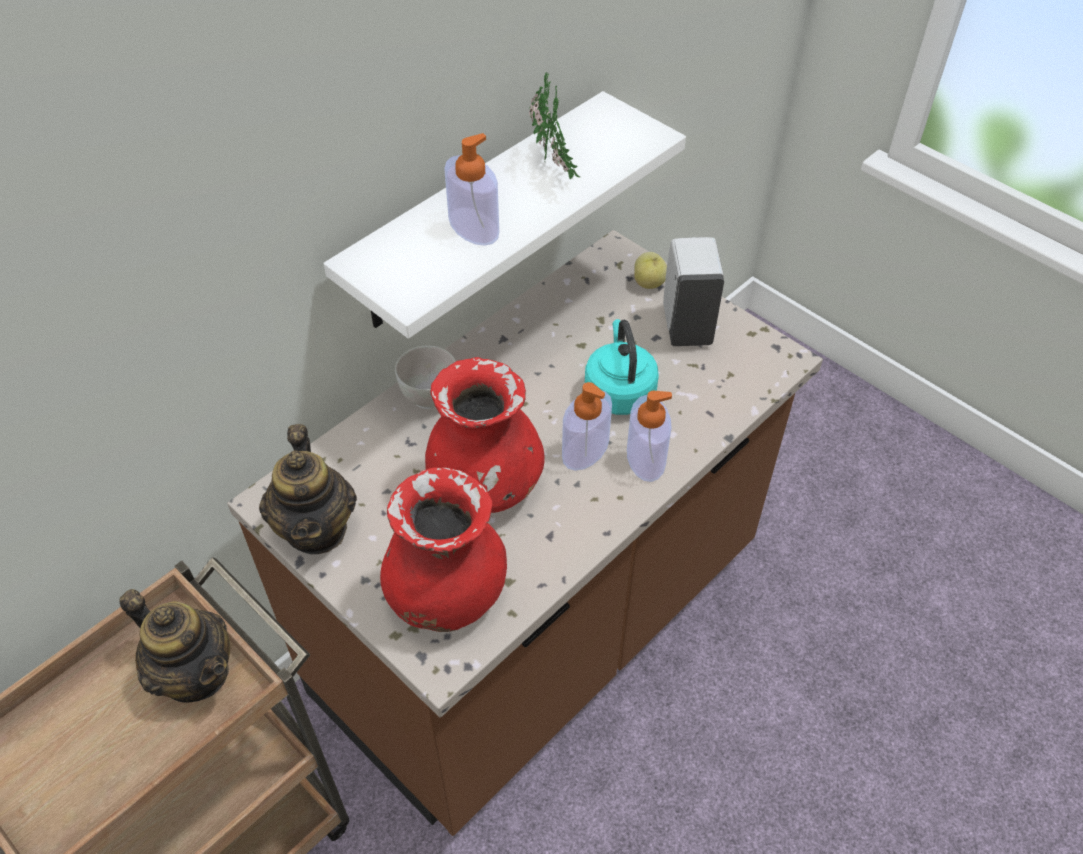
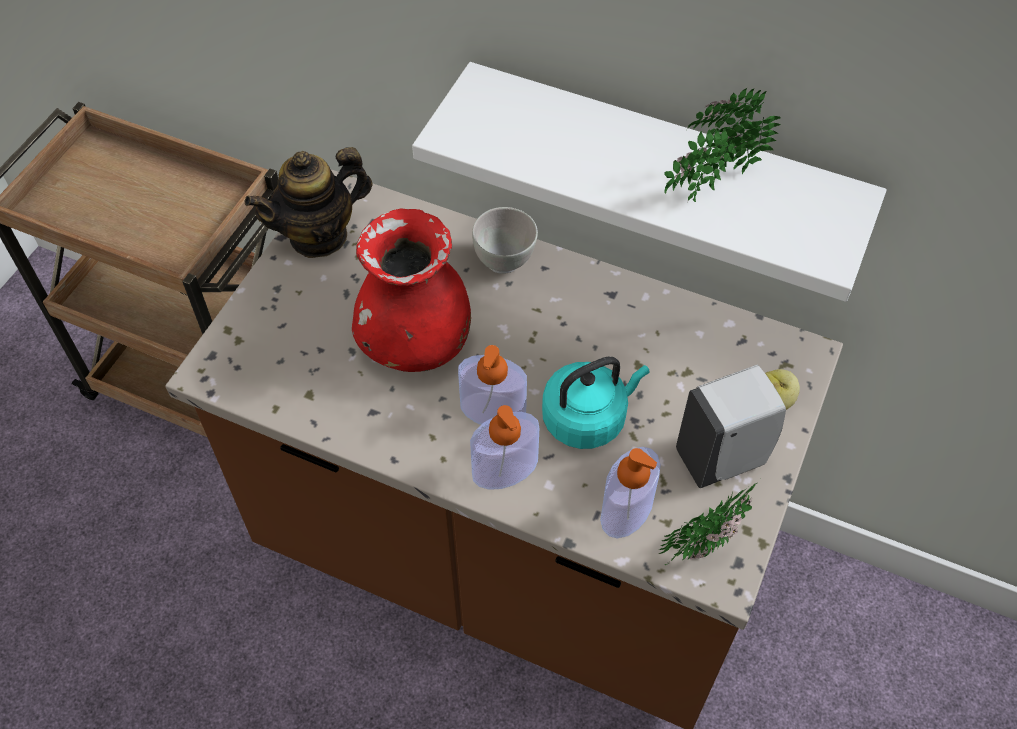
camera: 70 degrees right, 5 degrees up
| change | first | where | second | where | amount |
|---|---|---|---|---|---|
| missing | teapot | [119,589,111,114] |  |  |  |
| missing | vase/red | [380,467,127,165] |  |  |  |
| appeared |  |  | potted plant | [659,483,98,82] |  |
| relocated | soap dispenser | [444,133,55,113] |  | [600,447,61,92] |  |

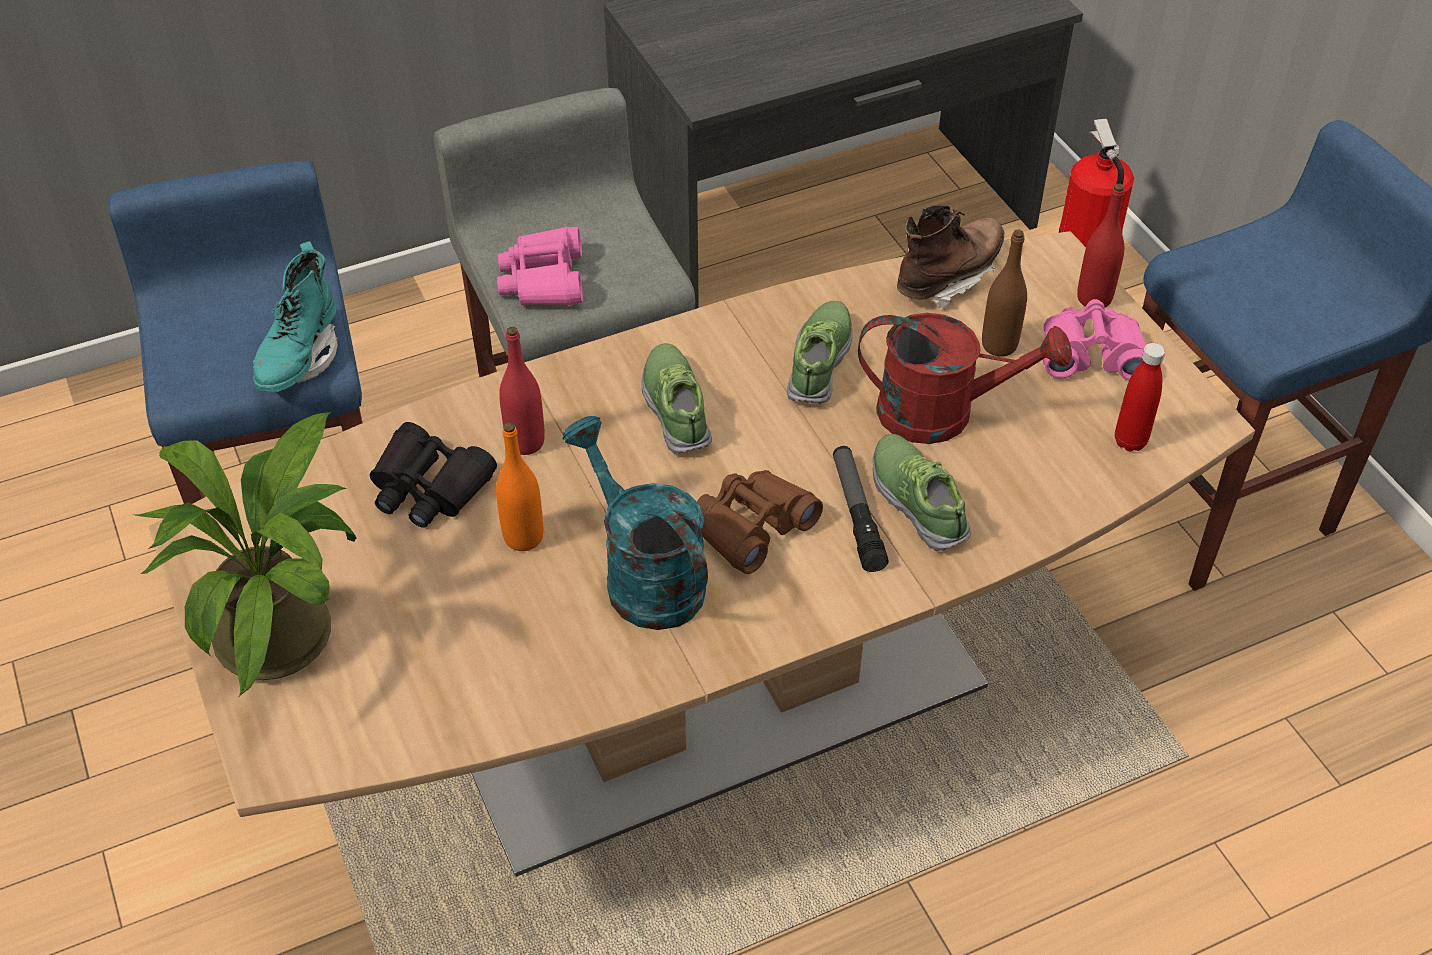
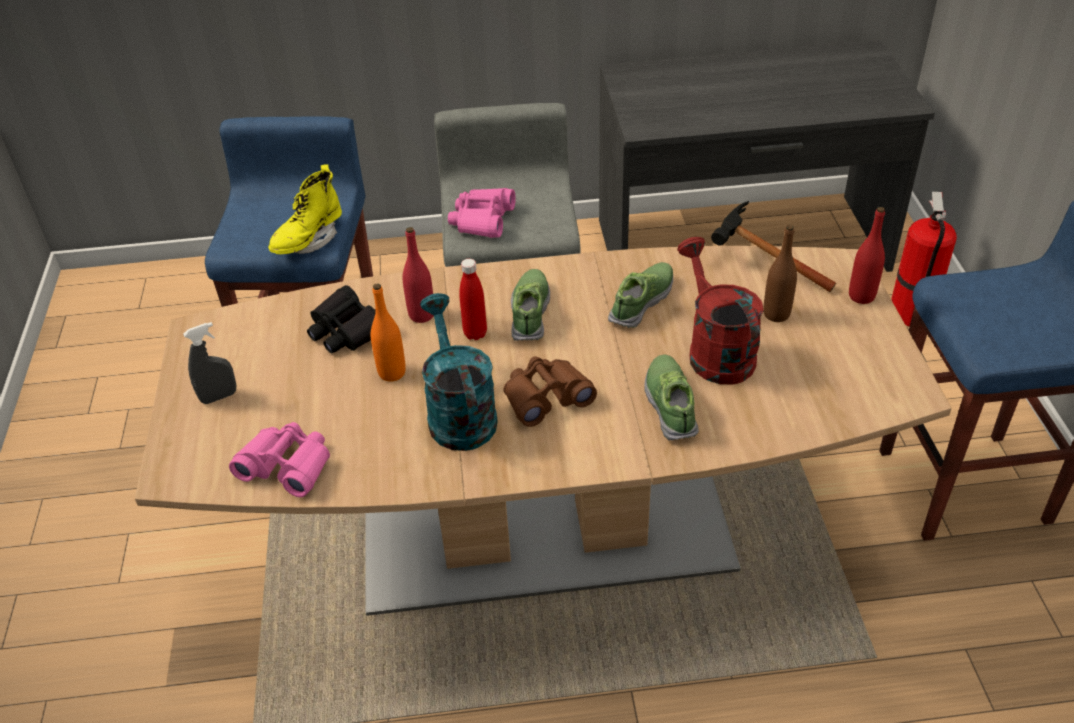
camera: 20 degrees right, 5 degrees down
| change | first | where | second | where | amount |
|---|---|---|---|---|---|
| missing | flashlight | [833,446,56,126] |  |  |  |
| relocated | binoculars/pink | [1043,299,104,82] |  | [229,422,101,75] |  |
| relocated | bottle/red | [1115,343,50,108] |  | [459,259,28,81] |  |
| exchanged | potted plant | [135,412,221,285] | spray bottle/grey | [183,322,53,82] |  |
| exchanged | boot/brown | [897,205,107,105] | hammer | [711,201,125,91] |  |
| colour | boot/turquoise | [253,241,85,151] | boot/yellow | [268,164,74,90] |  |
| spun | watering can/red | [858,313,214,131] |  | [677,237,87,148] | 135 degrees counterclockwise |

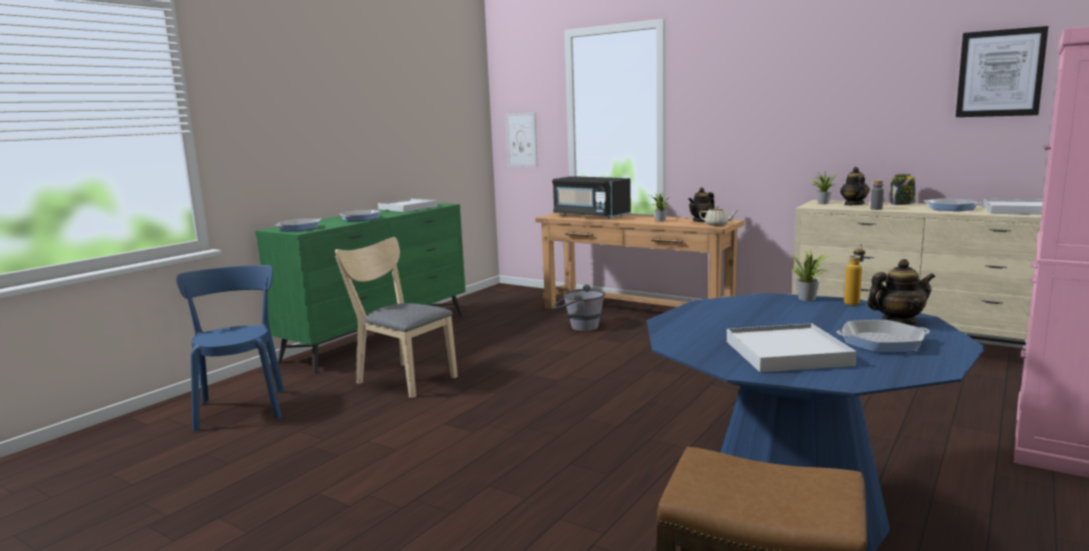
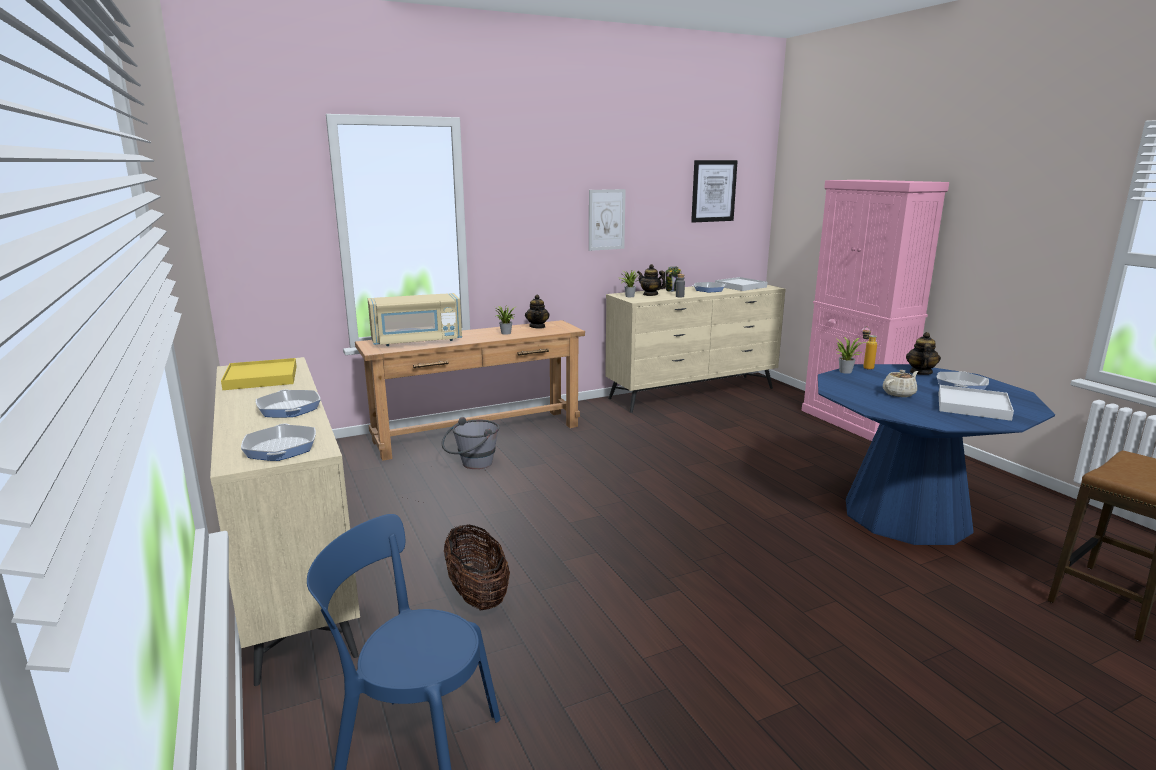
camera: 60 degrees left, 5 degrees up
| change | first | where | second | where | amount |
|---|---|---|---|---|---|
| relocated | picture | [505,112,33,55] |  | [589,189,37,62] |  |
| relocated | teapot/beige | [699,206,39,20] |  | [883,370,35,27] |  |
| exchanged | chair/beige | [335,237,123,161] | basket | [444,525,66,86] |  |
| colour | dresser/green | [255,203,210,170] | dresser/beige | [210,357,150,329] |  |
| colour | tray/white | [378,198,59,14] | tray/yellow | [221,358,76,32] |  |
| colour | microwave/black | [552,176,79,43] | microwave/beige | [368,293,94,53] |  |

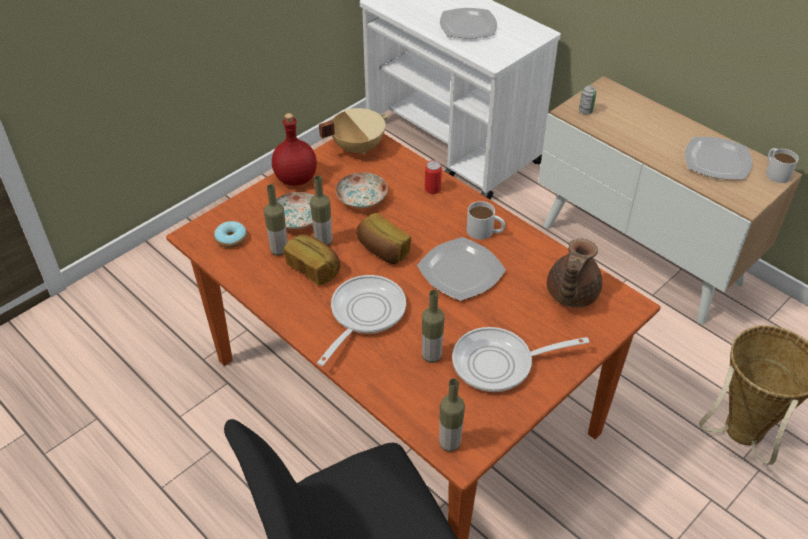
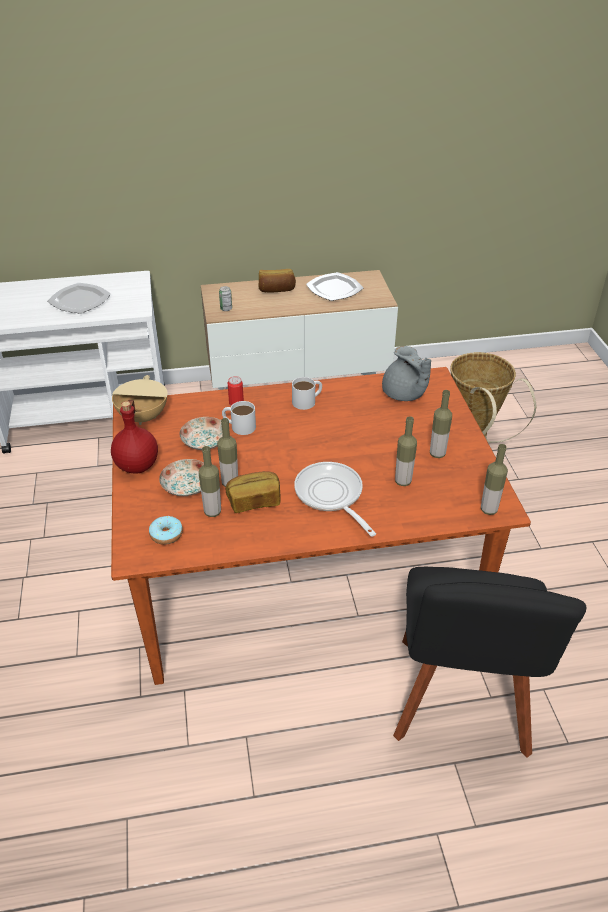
camera: 55 degrees left, 5 degrees down
| change | first | where | second | where | amount |
|---|---|---|---|---|---|
| missing | plate | [417,237,89,64] |  |  |  |
| relocated | bread | [356,213,55,51] |  | [258,269,38,23] |  |
| relocated | mug/white | [766,148,33,35] |  | [222,401,34,34] |  |
| exchanged | frying pan | [452,327,137,65] | bottle | [430,390,22,68] |  |
| colour | teapot/brown | [547,238,55,69] | teapot/grey | [382,346,49,55] |  |

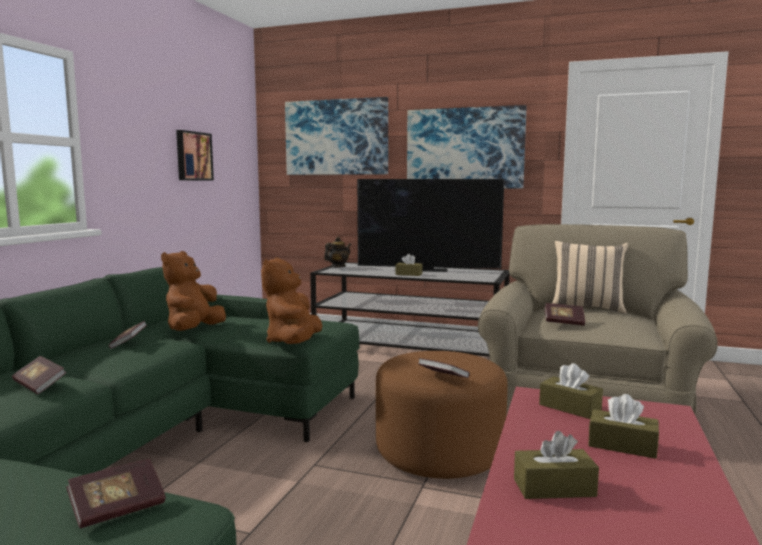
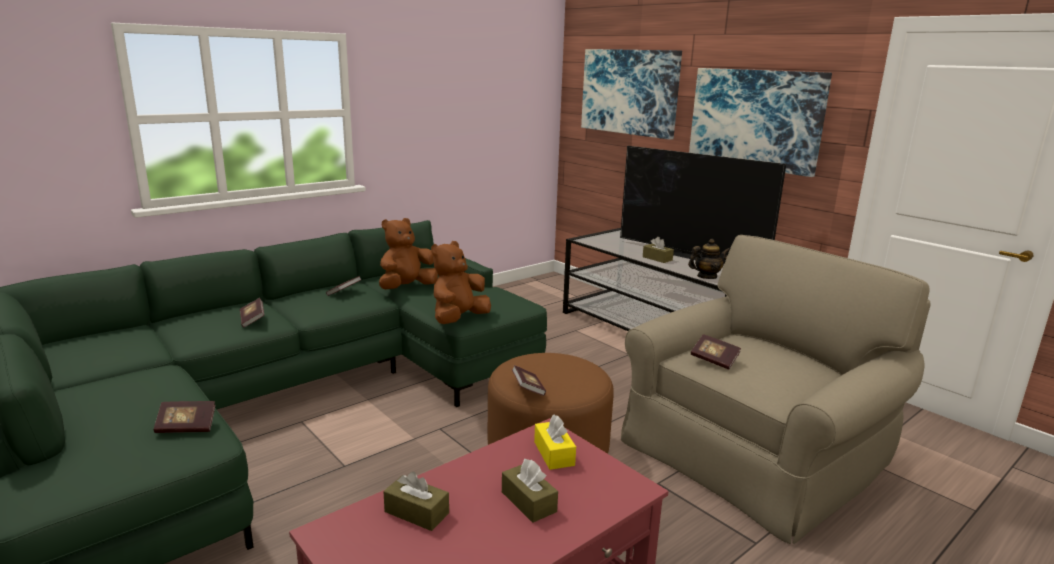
camera: 30 degrees right, 10 degrees up
| change | first | where | second | where | amount |
|---|---|---|---|---|---|
| missing | picture | [176,130,38,51] |  |  |  |
| missing | pillow/beige | [552,241,76,73] |  |  |  |
| relocated | teapot | [324,236,27,32] |  | [688,239,42,40] |  |
| colour | tissue box/brown | [539,363,64,56] | tissue box/yellow | [534,414,42,56] |  |

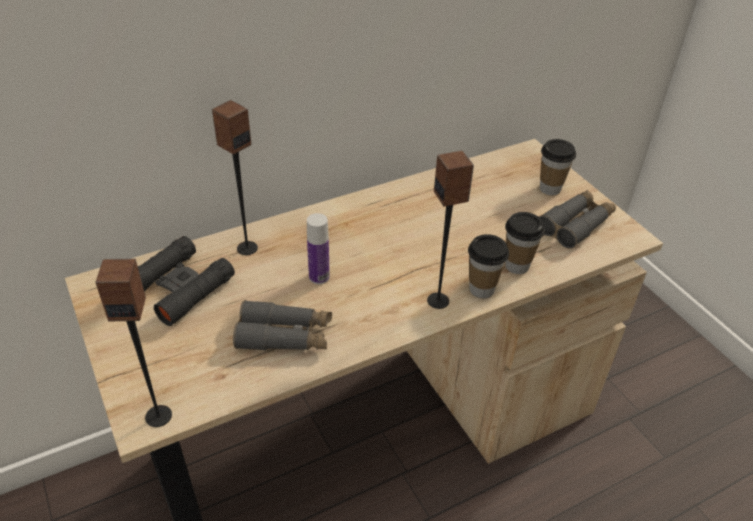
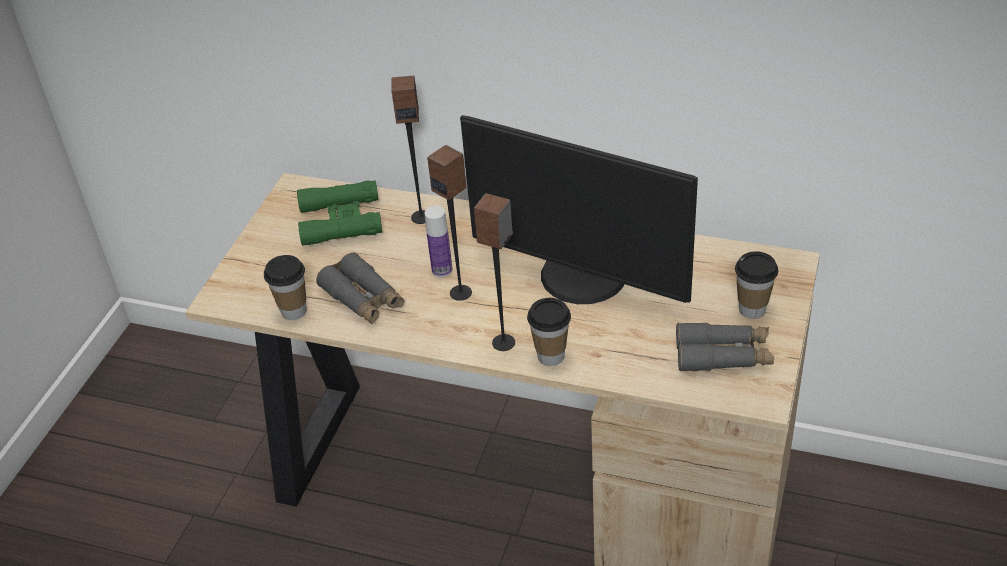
camera: 50 degrees right, 0 degrees up
| change | first | where | second | where | amount |
|---|---|---|---|---|---|
| appeared |  |  | monitor | [460,115,238,189] |  |
| relocated | speaker | [96,258,76,169] |  | [427,145,45,156] |  |
| relocated | cup | [505,212,40,62] |  | [264,255,43,65] |  |
| colour | binoculars/black | [138,236,97,90] | binoculars/green | [297,180,85,66] |  |

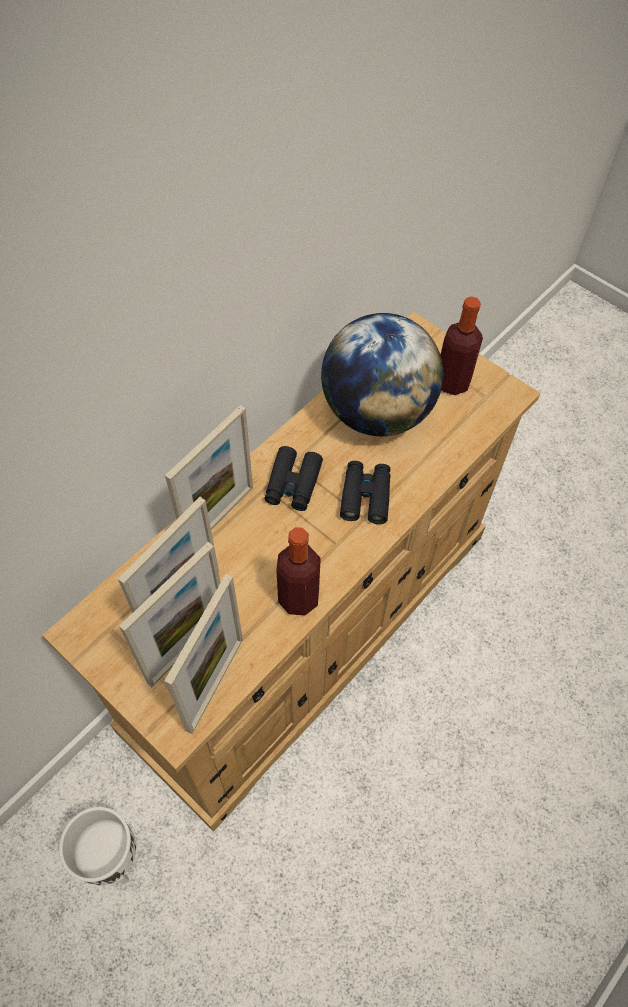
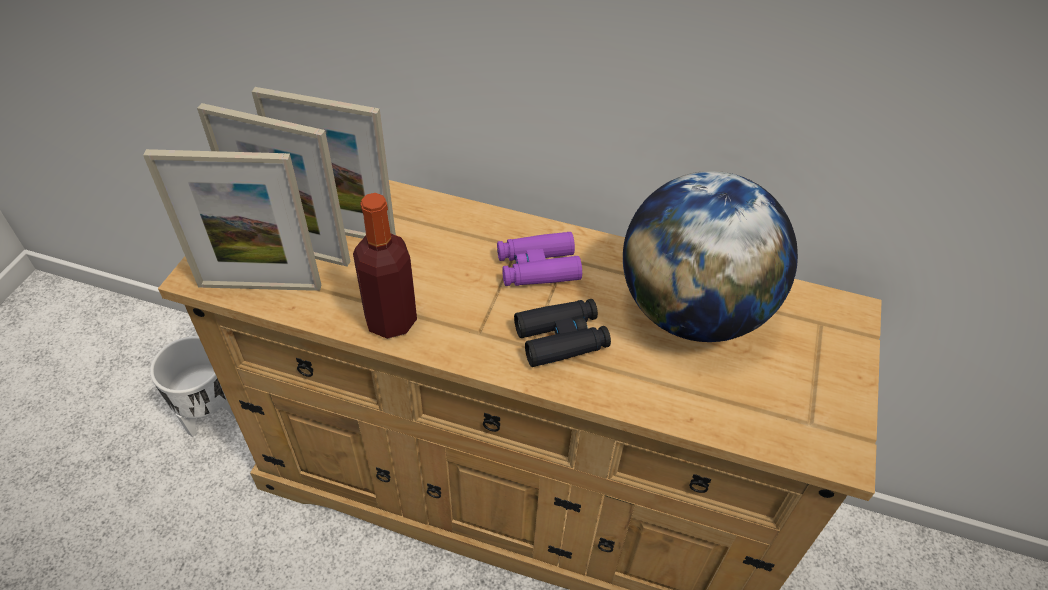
camera: 65 degrees right, 10 degrees down
| change | first | where | second | where | amount |
|---|---|---|---|---|---|
| missing | picture frame | [165,405,88,125] |  |  |  |
| missing | bottle | [441,296,42,99] |  |  |  |
| colour | binoculars/black | [264,446,59,65] | binoculars/purple | [497,232,85,54] |  |

